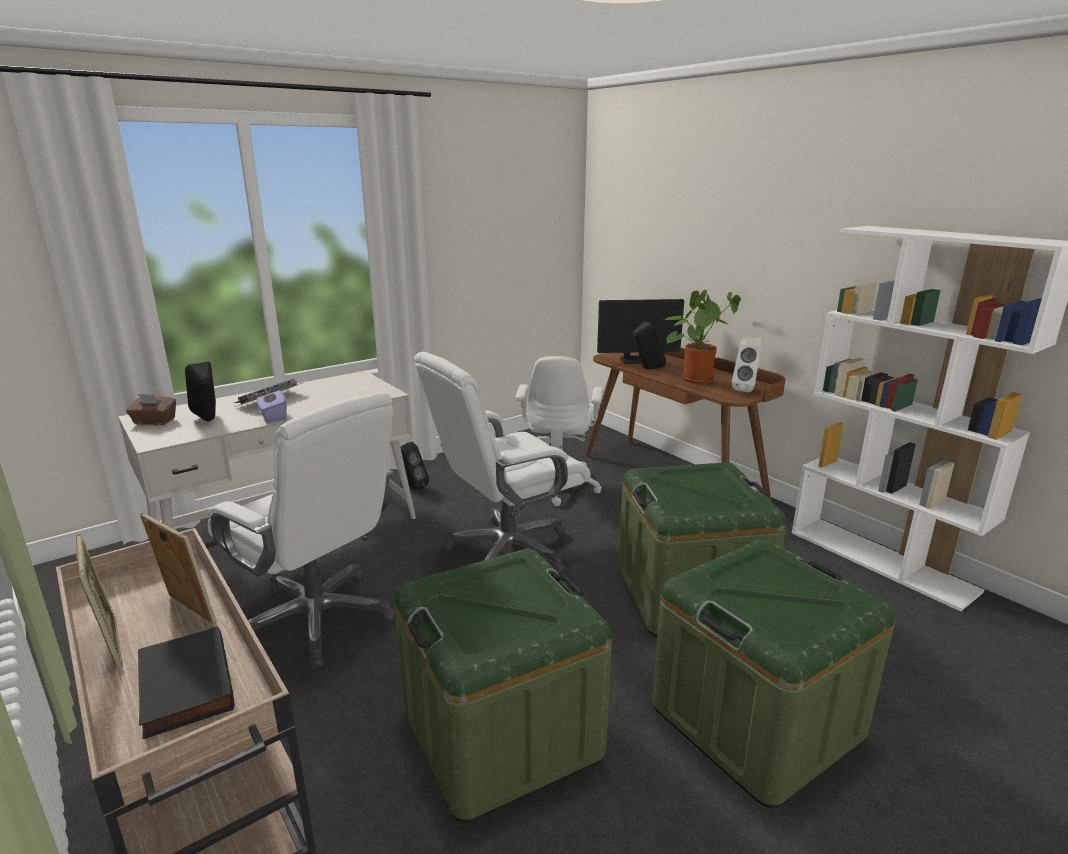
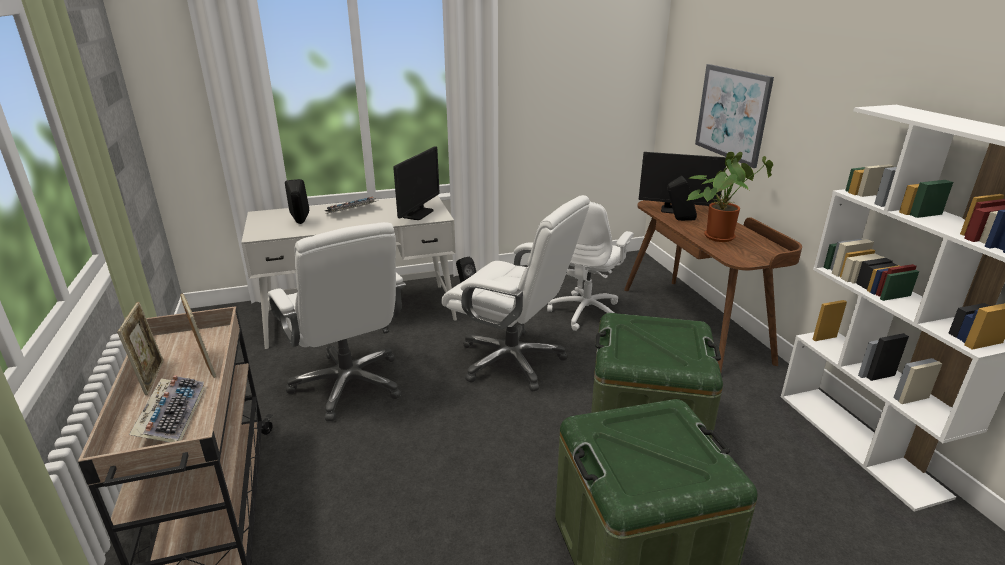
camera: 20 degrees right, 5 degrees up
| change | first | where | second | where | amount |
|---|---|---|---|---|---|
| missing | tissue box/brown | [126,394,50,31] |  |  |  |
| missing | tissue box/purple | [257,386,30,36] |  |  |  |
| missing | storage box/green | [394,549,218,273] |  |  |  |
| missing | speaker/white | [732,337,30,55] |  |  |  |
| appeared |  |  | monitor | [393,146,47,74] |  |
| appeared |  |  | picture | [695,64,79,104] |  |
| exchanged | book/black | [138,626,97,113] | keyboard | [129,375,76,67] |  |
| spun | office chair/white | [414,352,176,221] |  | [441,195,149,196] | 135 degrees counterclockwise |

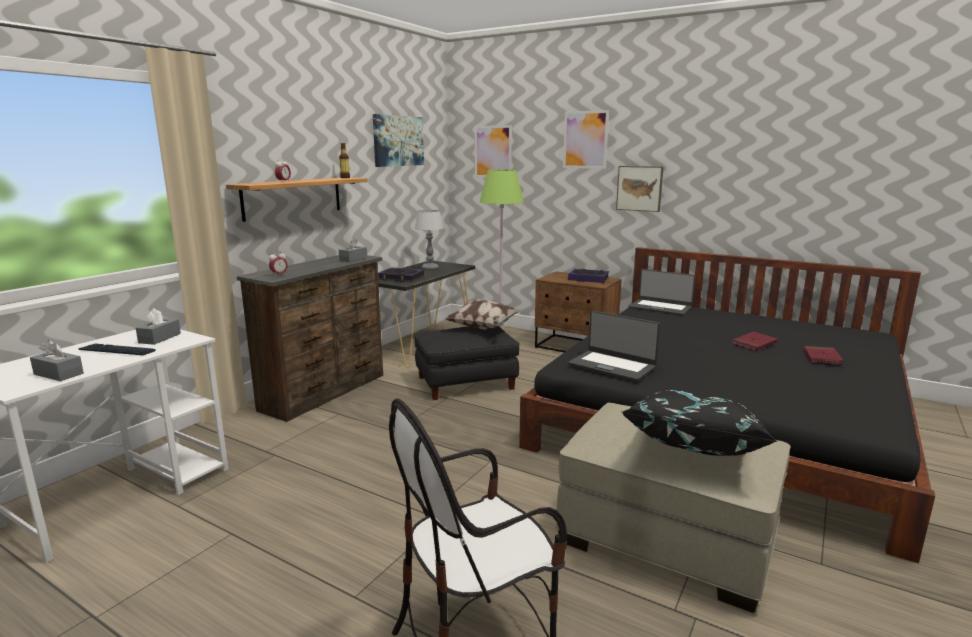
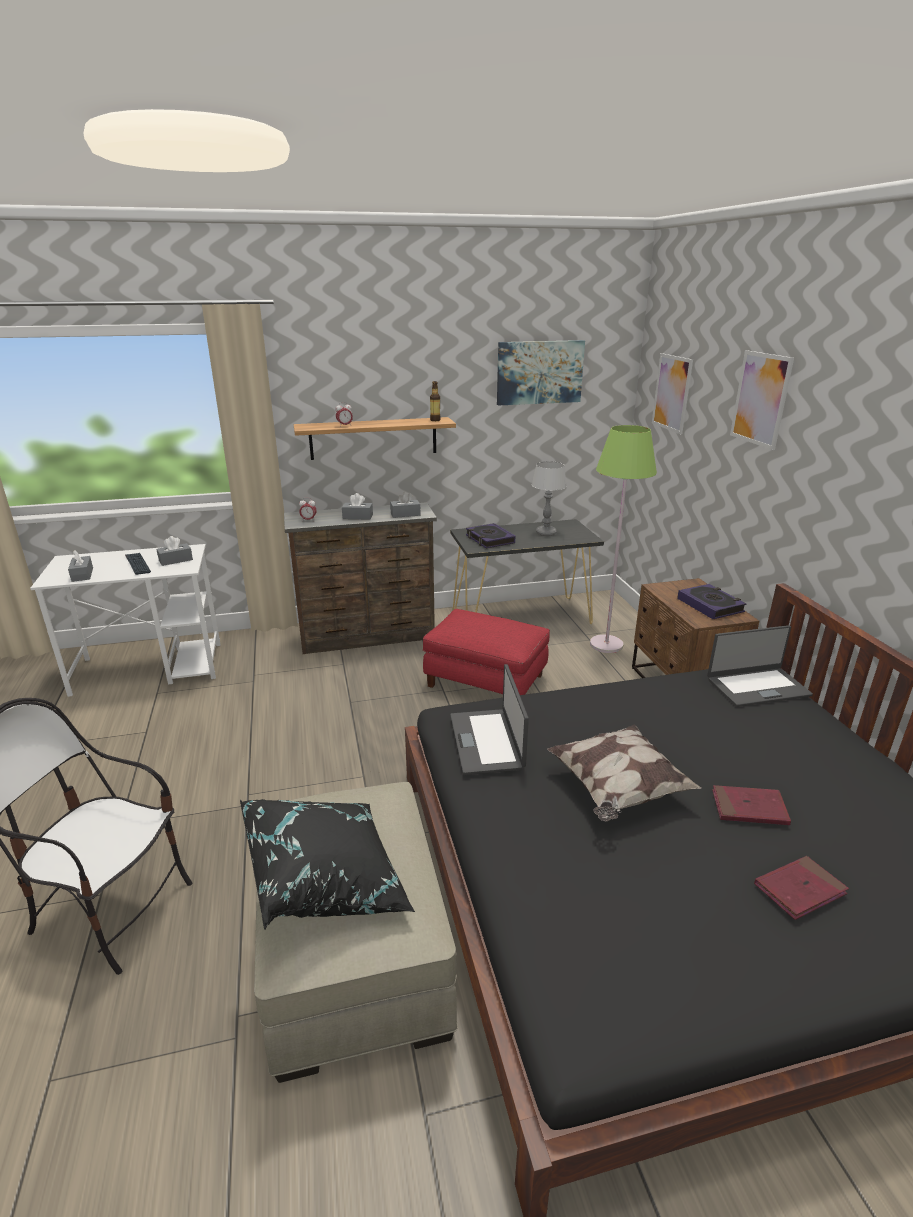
camera: 45 degrees right, 10 degrees up
| change | first | where | second | where | amount |
|---|---|---|---|---|---|
| missing | picture | [616,166,48,46] |  |  |  |
| appeared |  |  | tissue box/grey | [342,493,31,27] |  |
| relocated | pillow | [445,299,76,31] |  | [547,724,154,97] |  |
| colour | ottoman/black | [414,326,106,74] | ottoman/red | [423,609,127,86] |  |
| spun | laptop | [629,269,66,47] |  | [707,625,106,82] | 90 degrees counterclockwise |

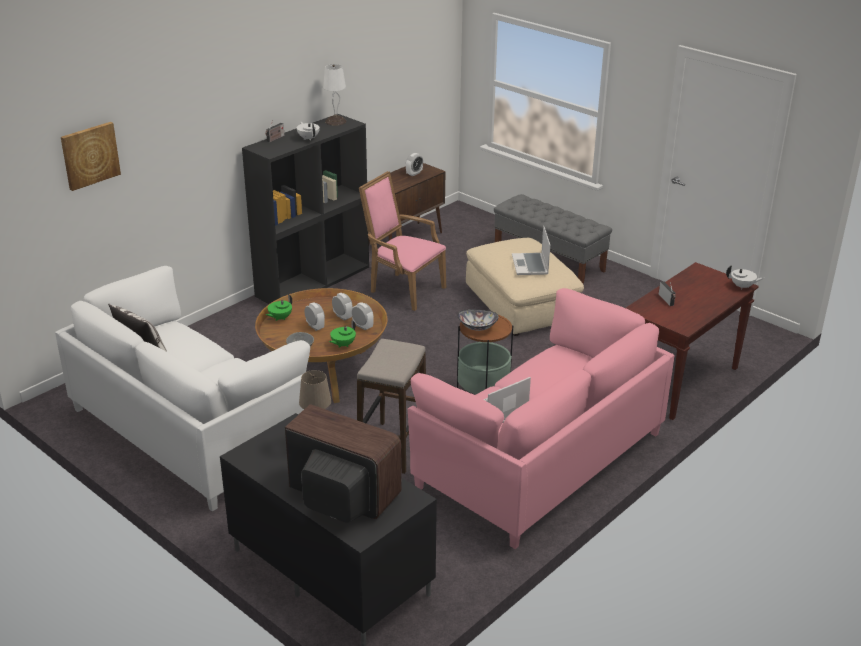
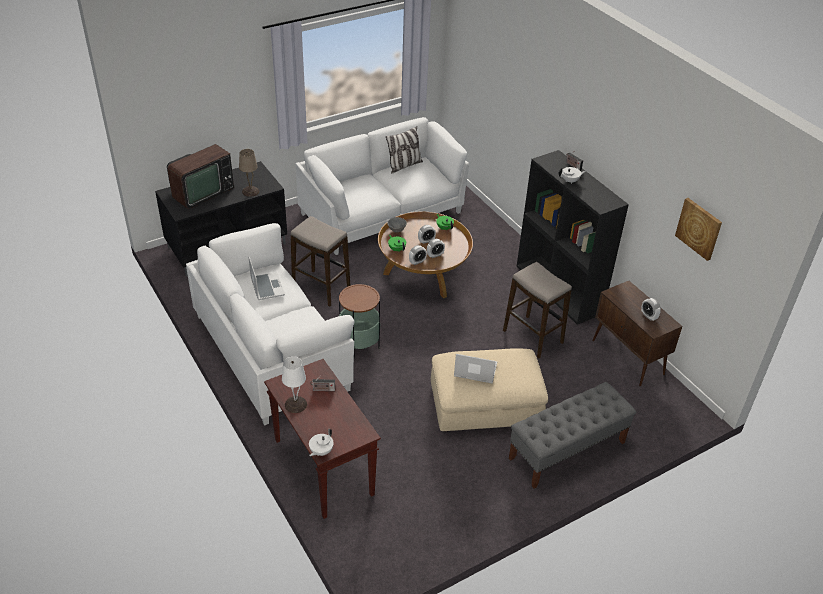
camera: 105 degrees right, 10 degrees up
| change | first | where | second | where | amount |
|---|---|---|---|---|---|
| missing | bowl | [457,309,42,22] |  |  |  |
| relocated | picture | [61,122,60,69] |  | [675,198,47,63] |  |
| relocated | table lamp/white | [323,64,23,62] |  | [282,356,25,57] |  |
| exchanged | armchair/pink | [359,171,87,140] | stool | [503,262,69,96] |  |
| colour | sofa/pink | [408,288,267,261] | sofa/white | [186,223,168,203] |  |

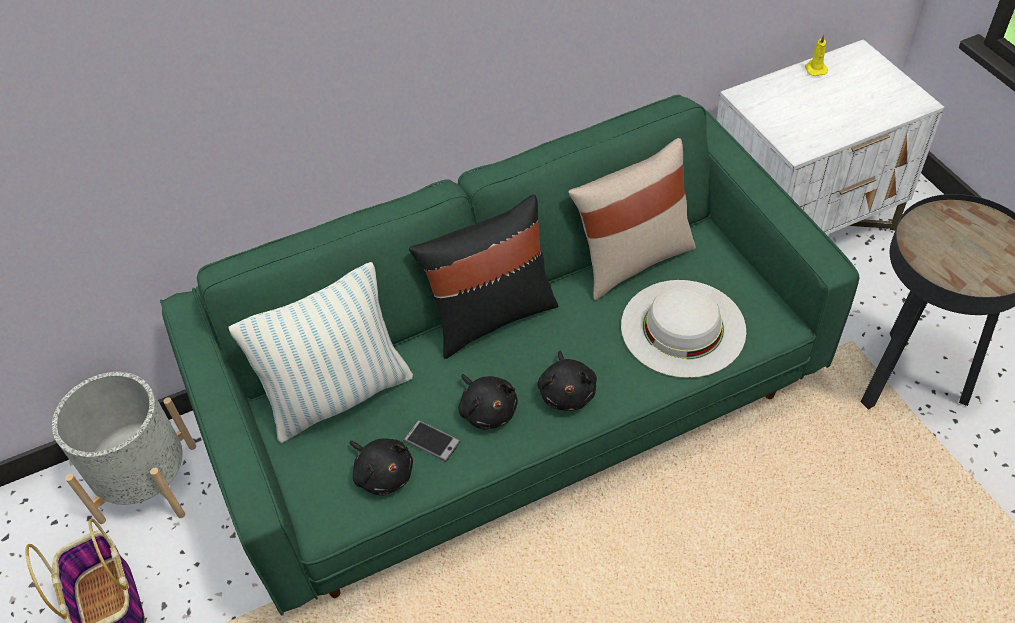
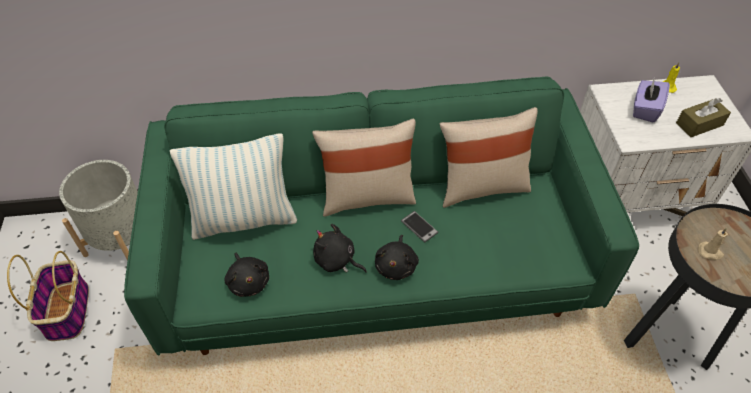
camera: 15 degrees right, 0 degrees up
| change | first | where | second | where | amount |
|---|---|---|---|---|---|
| missing | hat/white | [621,280,125,98] |  |  |  |
| appeared |  |  | tissue box/purple | [633,79,37,44] |  |
| appeared |  |  | tissue box/brown | [676,98,55,39] |  |
| appeared |  |  | candle/beige | [698,228,30,32] |  |
| relocated | phone | [403,420,58,42] |  | [401,211,37,31] |  |
| colour | pillow/black | [409,195,149,164] | pillow/beige | [312,119,104,98] |  |
| spun | plush toy/black | [459,374,59,56] |  | [313,224,54,49] | 135 degrees clockwise |

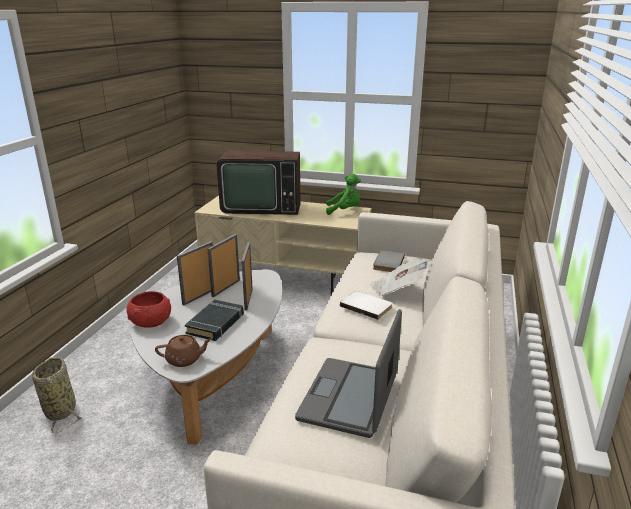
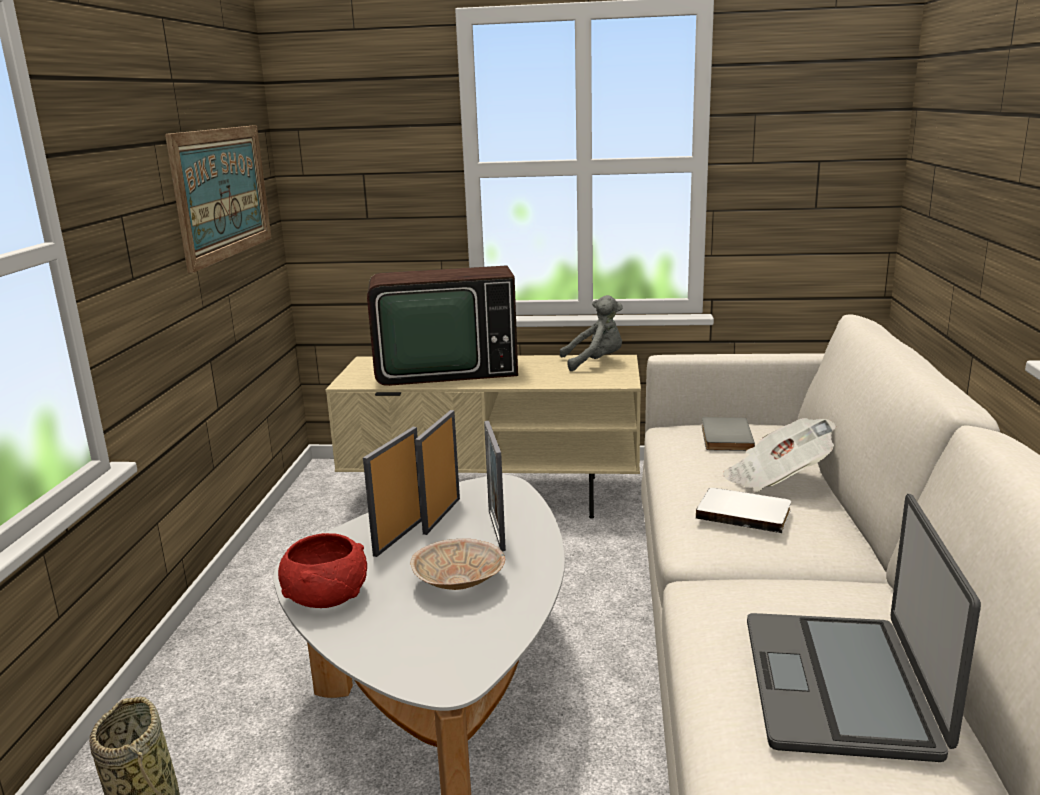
camera: 10 degrees left, 5 degrees down
| change | first | where | second | where | amount |
|---|---|---|---|---|---|
| missing | teapot/brown | [155,335,57,32] |  |  |  |
| appeared |  |  | picture | [165,125,106,148] |  |
| exchanged | book/black | [185,300,59,41] | bowl/beige | [410,539,95,51] |  |
| colour | plush toy/green | [326,174,35,41] | plush toy/grey | [560,295,63,76] |  |

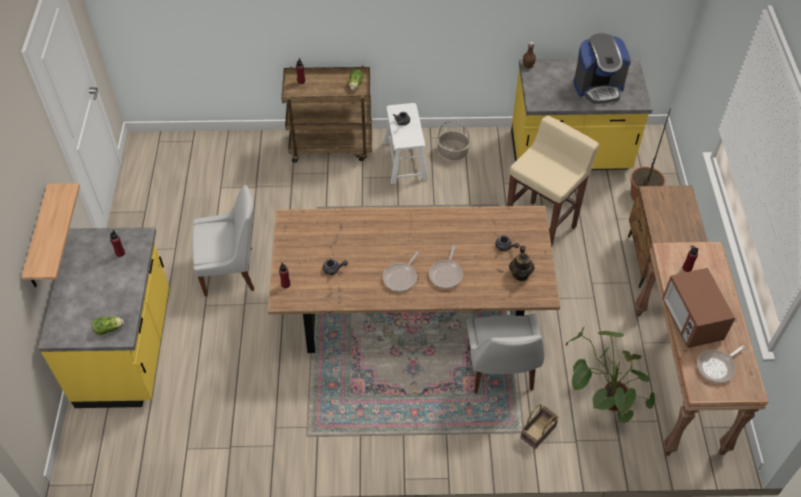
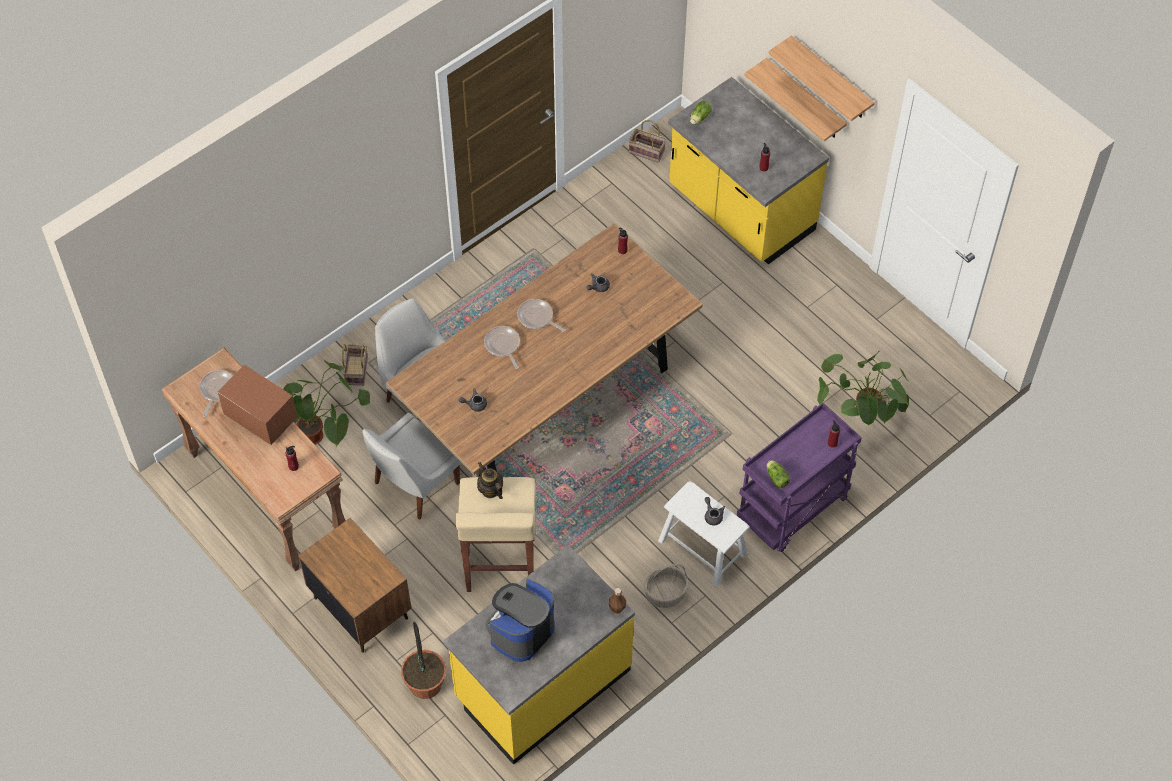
camera: 140 degrees right, 5 degrees up
| change | first | where | second | where | amount |
|---|---|---|---|---|---|
| appeared |  |  | basket | [629,120,37,43] |  |
| appeared |  |  | shelf | [768,35,107,86] |  |
| appeared |  |  | potted plant | [817,351,92,75] |  |
| relocated | chair/white | [192,185,62,111] |  | [362,413,99,107] |  |
| relocated | teapot | [509,246,26,35] |  | [477,462,26,37] |  |
| colour | cart/brown | [281,66,91,97] | cart/purple | [737,403,125,149] |  |
| spun | frying pan | [383,252,36,40] |  | [517,299,49,33] | 45 degrees counterclockwise |

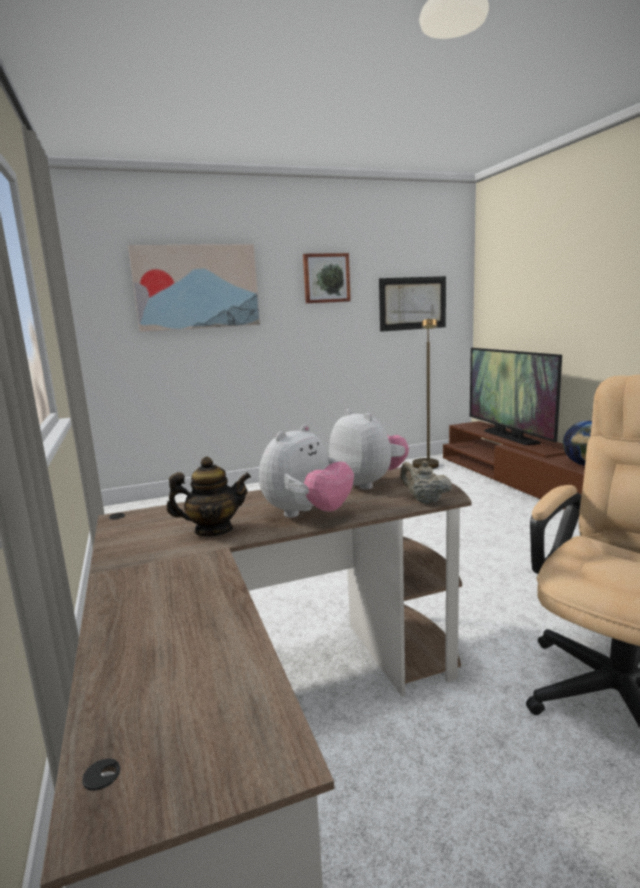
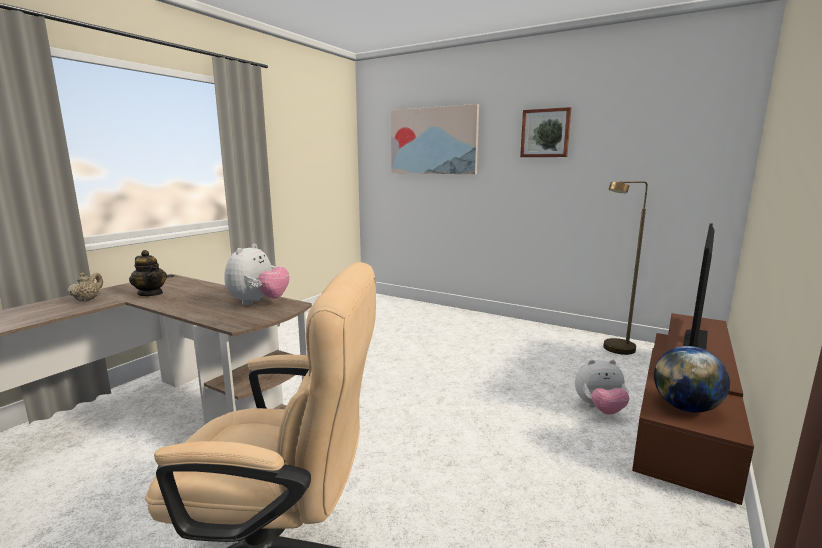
camera: 50 degrees right, 0 degrees up
| change | first | where | second | where | amount |
|---|---|---|---|---|---|
| missing | picture | [379,276,67,56] |  |  |  |
| relocated | plush toy | [259,424,95,94] |  | [575,360,54,55] |  |
| relocated | teapot/beige | [400,461,53,43] |  | [67,273,36,29] |  |

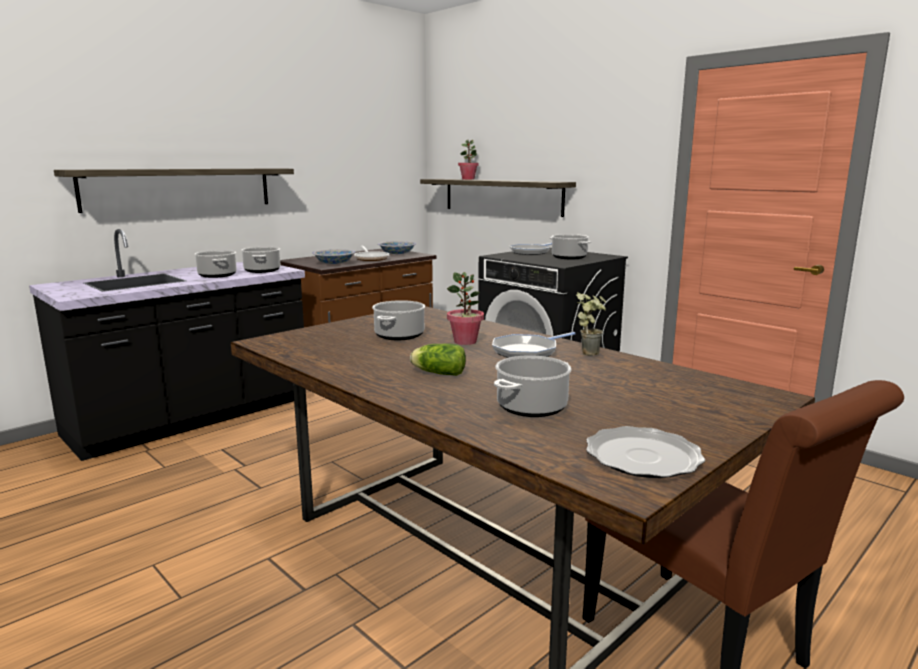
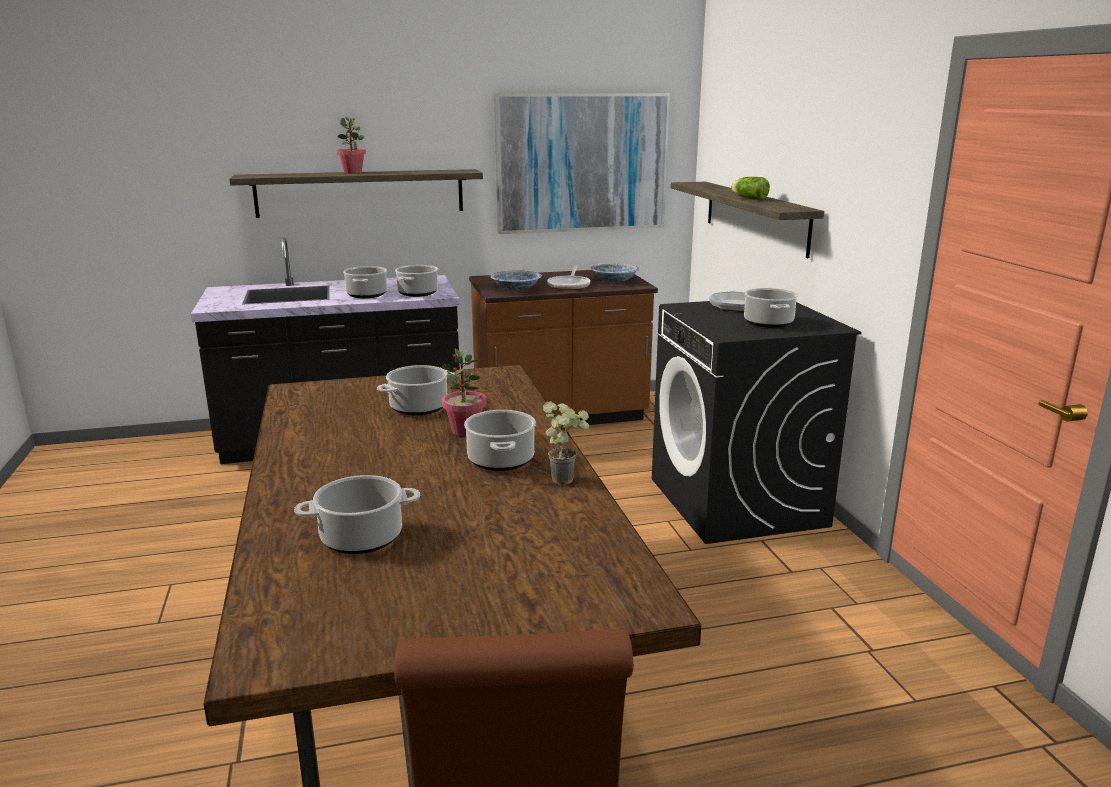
camera: 30 degrees right, 5 degrees up
| change | first | where | second | where | amount |
|---|---|---|---|---|---|
| missing | plate | [586,426,119,52] |  |  |  |
| appeared |  |  | picture | [494,93,176,141] |  |
| relocated | lettuce | [410,343,56,33] |  | [731,177,39,23] |  |
| relocated | potted plant | [458,139,21,41] |  | [337,117,29,57] |  |
| exchanged | frying pan | [492,332,84,26] | cooking pot | [464,410,72,61] |  |

